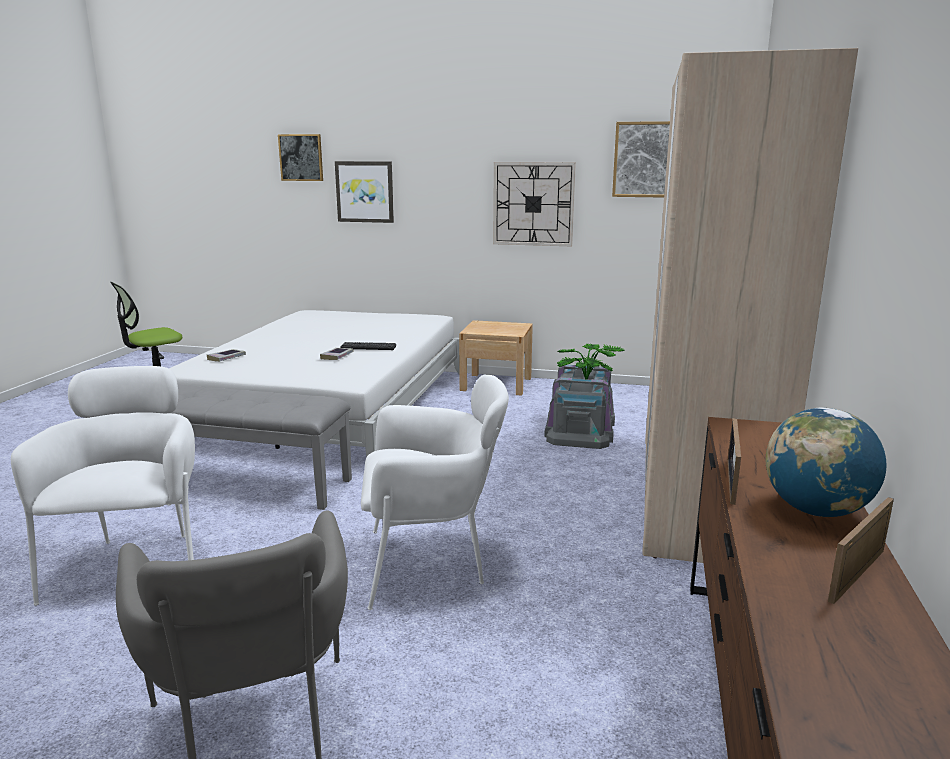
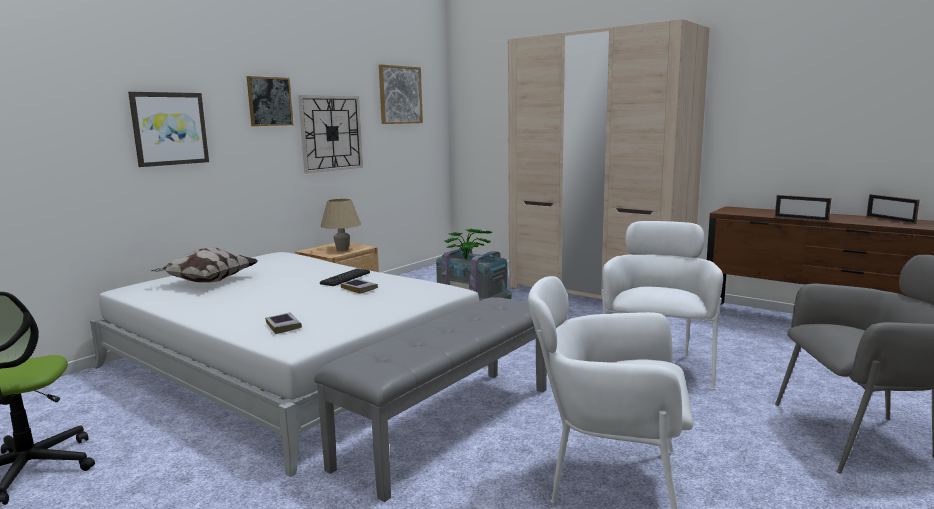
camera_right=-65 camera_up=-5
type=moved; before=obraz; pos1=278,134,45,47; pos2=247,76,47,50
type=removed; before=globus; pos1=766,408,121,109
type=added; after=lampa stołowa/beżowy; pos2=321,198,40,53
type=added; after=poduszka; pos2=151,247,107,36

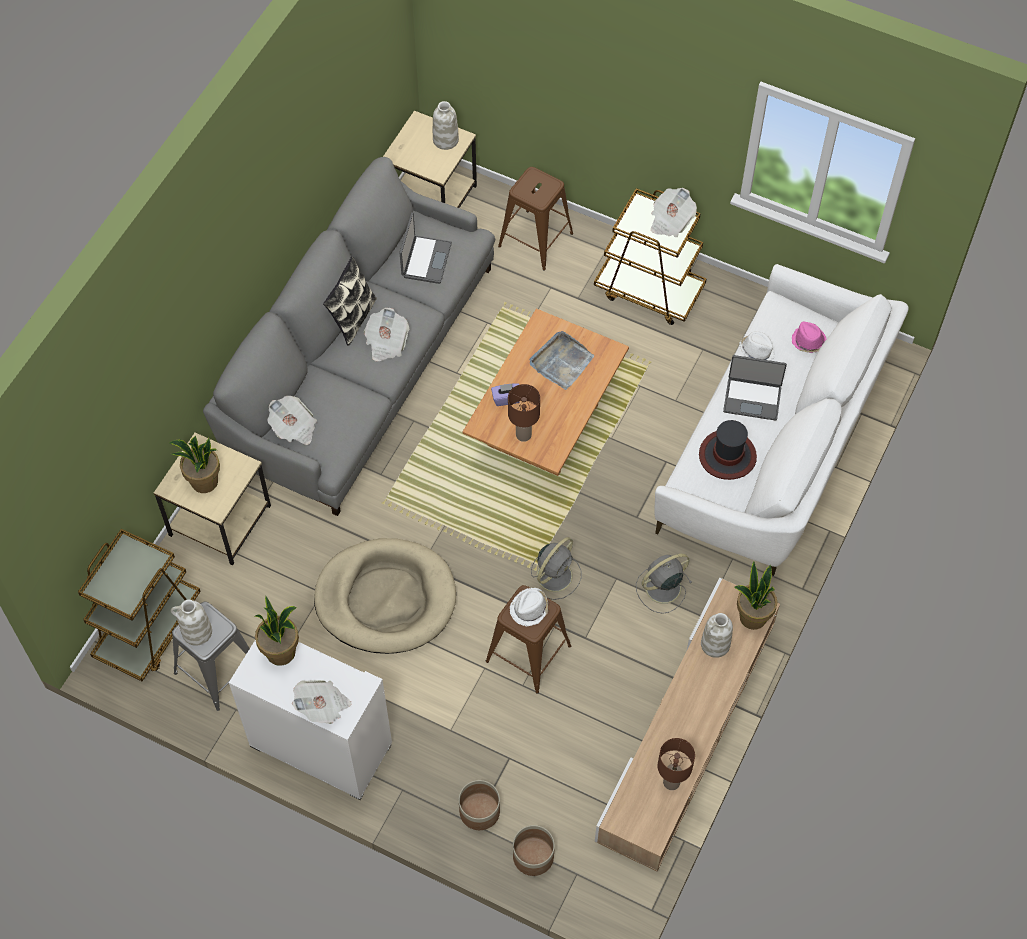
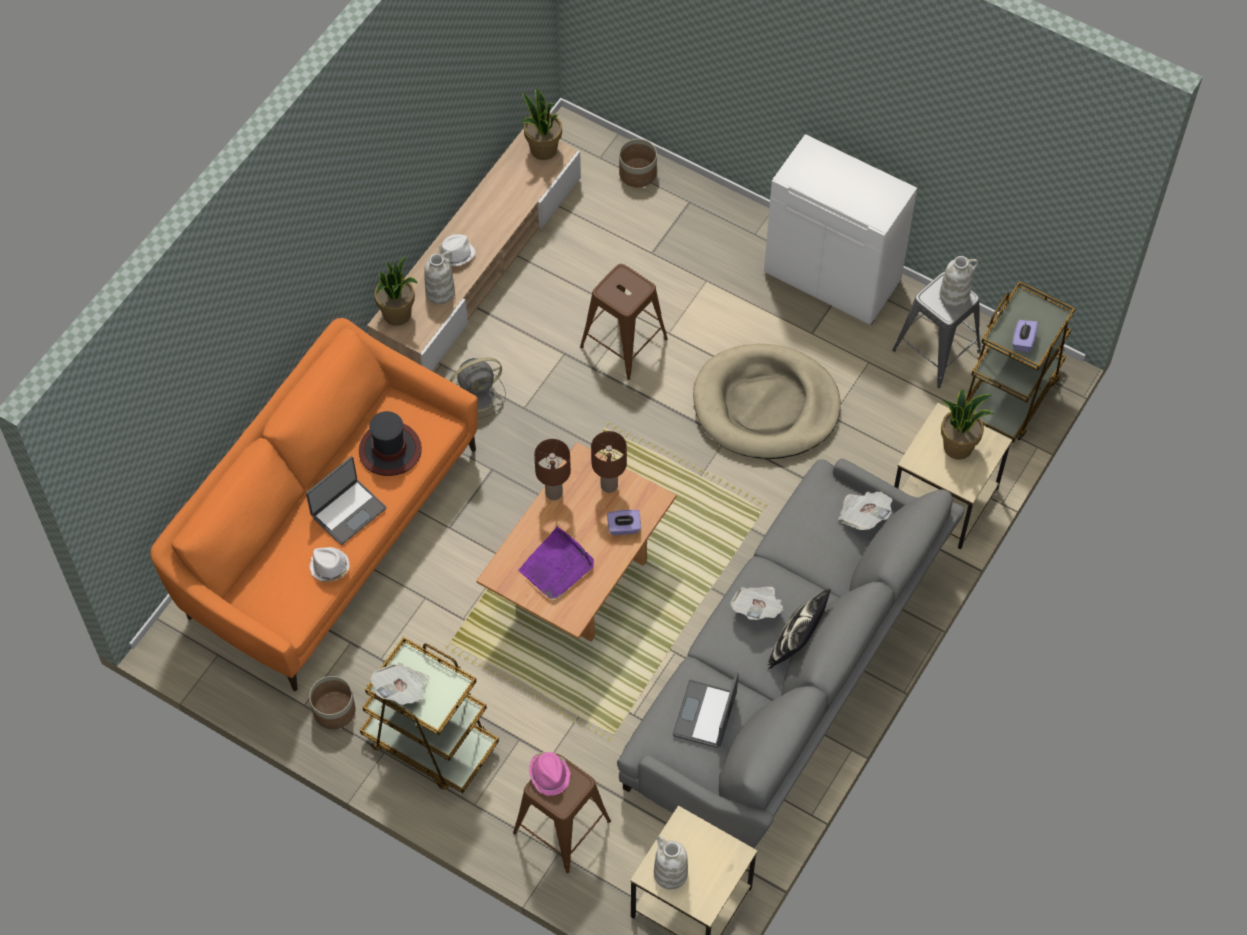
camera_right=-175 camera_up=0
type=recoloured; before=kanapa/biały; after=kanapa/pomarańczowy; pos1=654,264,255,312; pos2=150,318,328,373
type=moved; before=kapelusz/różowy; pos1=792,322,34,31; pos2=529,752,42,44
type=recoloured; before=taca/szary; after=taca/fioletowy; pos1=530,331,64,59; pos2=518,527,76,72
type=turned; before=laptop; pos1=723,355,64,66; pos2=306,456,81,89; turn=120
type=removed; before=wentylator/szary; pos1=531,537,50,63
type=moved; before=kapelusz/biały; pos1=510,588,38,39; pos2=438,234,37,32
type=moved; before=roślina doniczkowa; pos1=254,596,45,70; pos2=521,88,41,72
type=removed; before=gazeta; pos1=292,680,59,44
type=moved; before=lampa stołowa/brązowy; pos1=658,738,37,52; pos2=534,439,37,62
type=moved; before=donica; pos1=459,780,41,50; pos2=309,676,47,53
type=added; after=pudełko chusteczek/fioletowy; pos2=1012,320,26,33

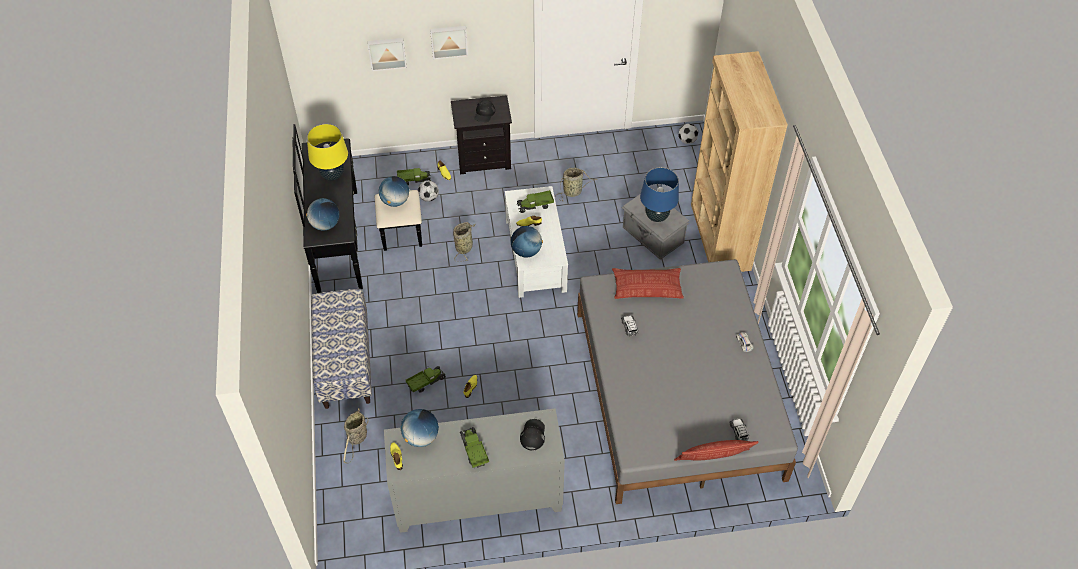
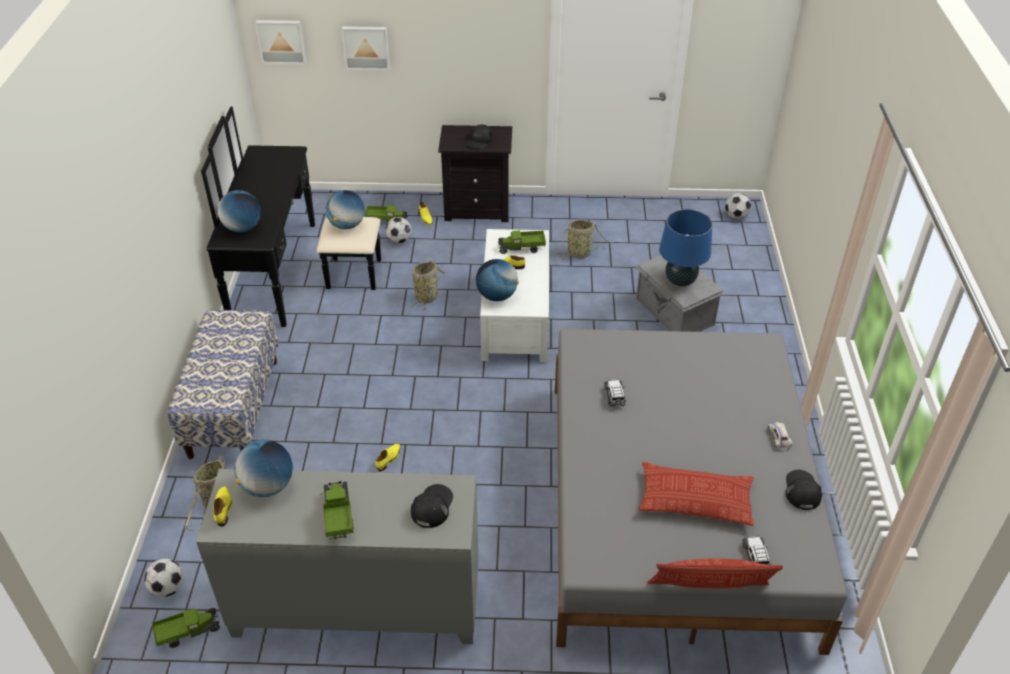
camera_right=10 camera_up=-10
type=moved; before=obraz; pos1=430,26,38,33; pos2=255,20,51,44
type=removed; before=regał/brązowy; pos1=691,51,97,221
type=removed; before=lampa stołowa/żółty; pos1=307,124,41,57
type=moved; before=poduszka; pos1=612,268,72,31; pos2=639,462,115,64
type=moved; before=ciężarówka zabawkowa; pos1=406,366,40,27; pos2=152,608,69,40
type=added; after=czapka z daszkiem/czarny; pos2=786,470,36,40
type=added; after=piłka futbolowa; pos2=144,559,40,38

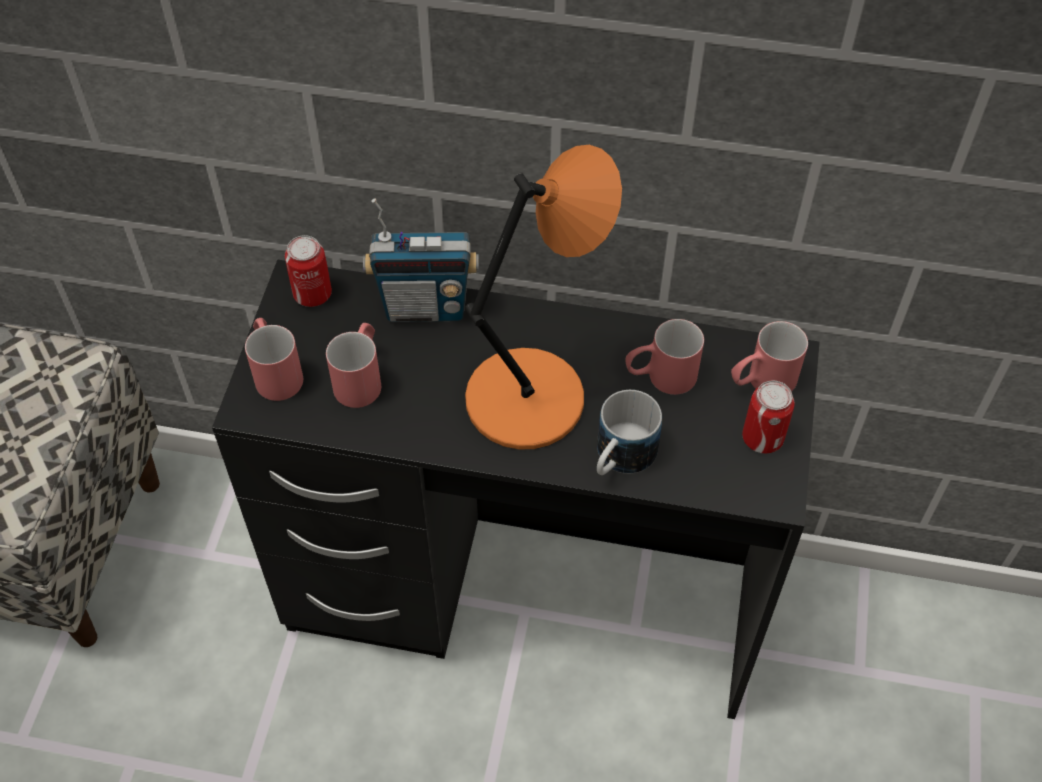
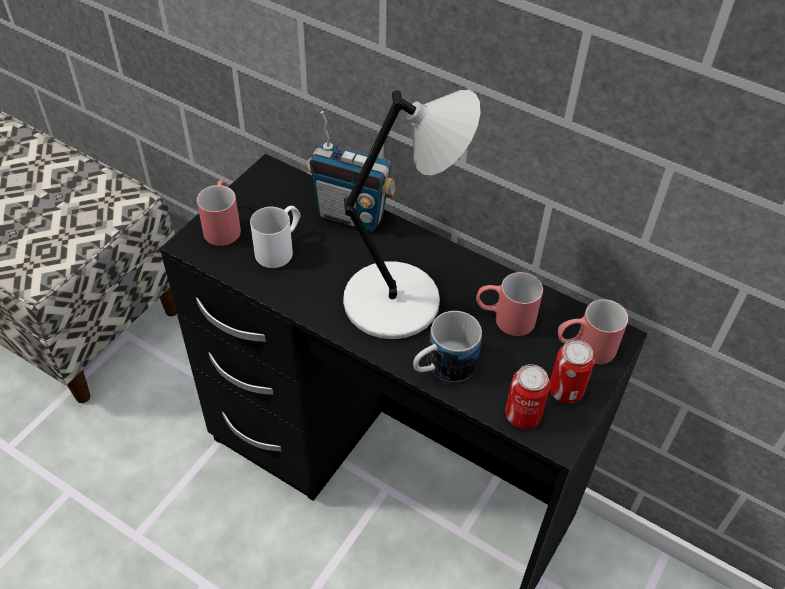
camera_right=20 camera_up=-5
type=recoloured; before=lampa stołowa/pomarańczowy; after=lampa stołowa/szary; pos1=465,145,157,305; pos2=343,90,137,249
type=moved; before=puszka; pos1=285,235,47,72; pos2=505,364,45,65
type=recoloured; before=kubek/czerwony; after=kubek/biały; pos1=326,323,55,85; pos2=250,206,51,62

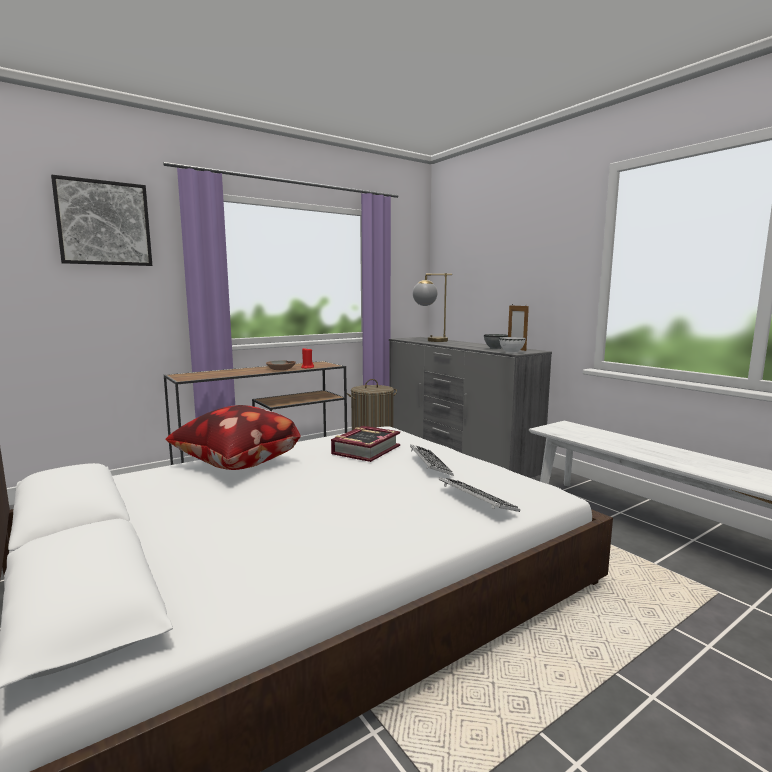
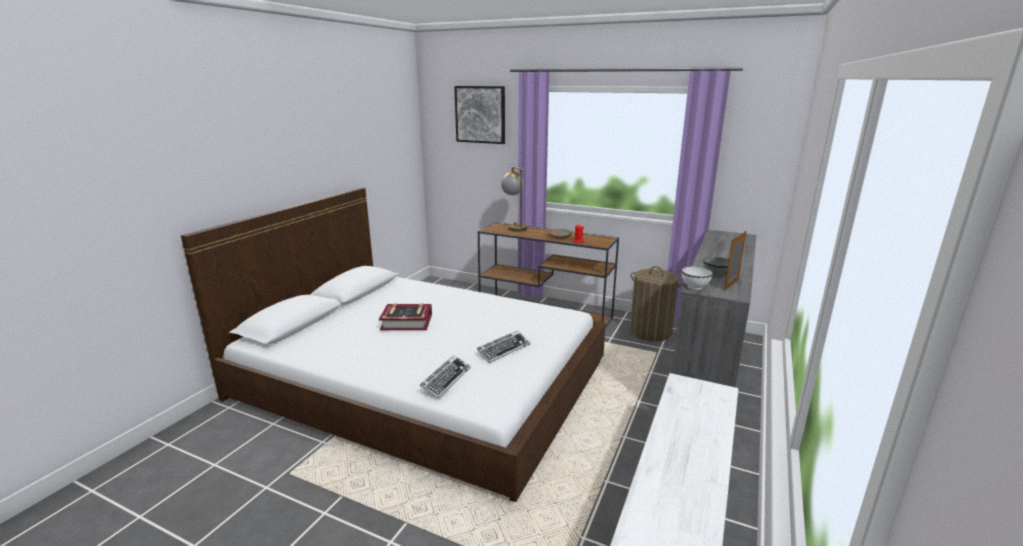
camera_right=60 camera_up=10
type=moved; before=lampa stołowa; pos1=413,273,39,69; pos2=501,166,26,66
type=removed; before=poduszka; pos1=166,405,135,65
type=moved; before=książka; pos1=331,426,69,36; pos2=379,303,53,27

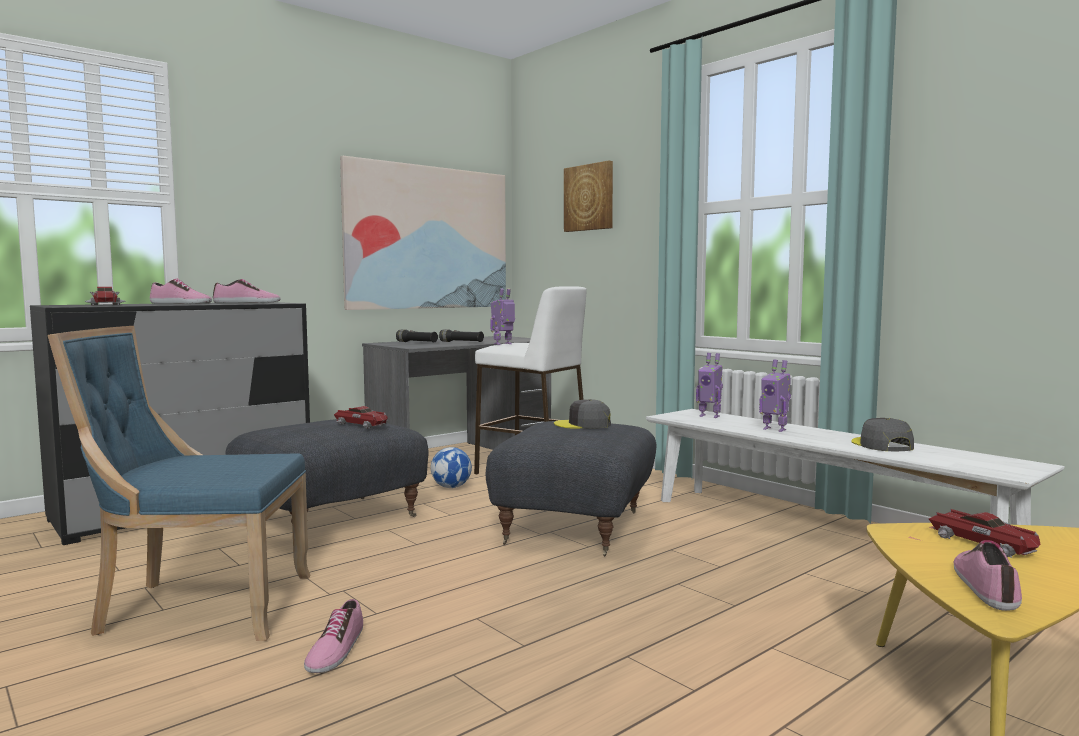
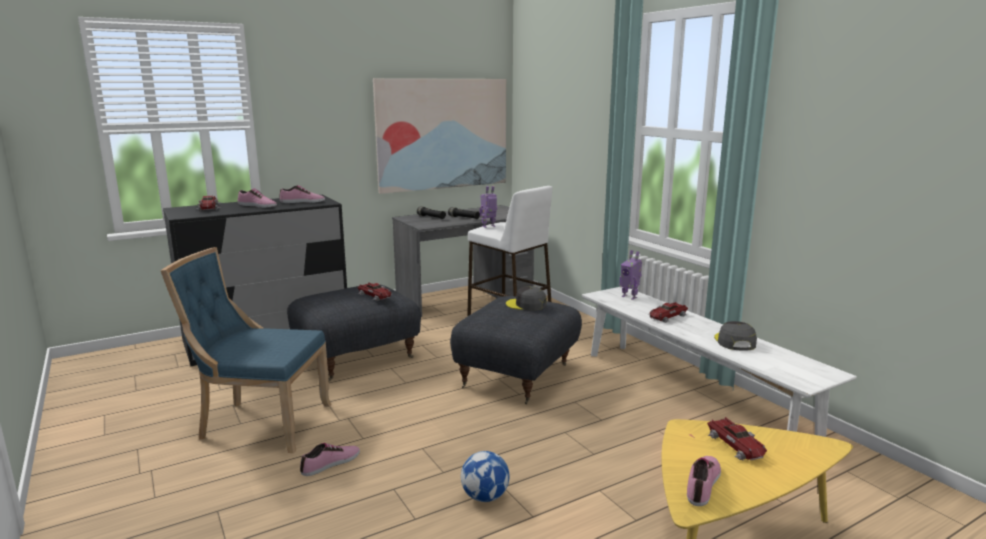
camera_right=10 camera_up=10
type=removed; before=obraz; pos1=564,161,49,71
type=replaced; before=robot zabawkowy; after=samochodzik; pos1=759,360,32,72; pos2=649,302,39,21
type=moved; before=piłka futbolowa; pos1=431,447,41,41; pos2=461,451,48,51
type=turned; before=but; pos1=304,599,59,74; pos2=300,443,60,33; turn=-150

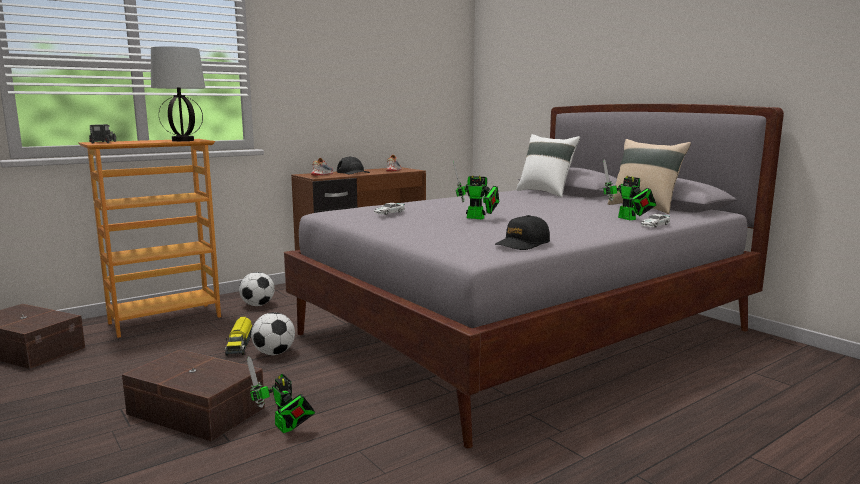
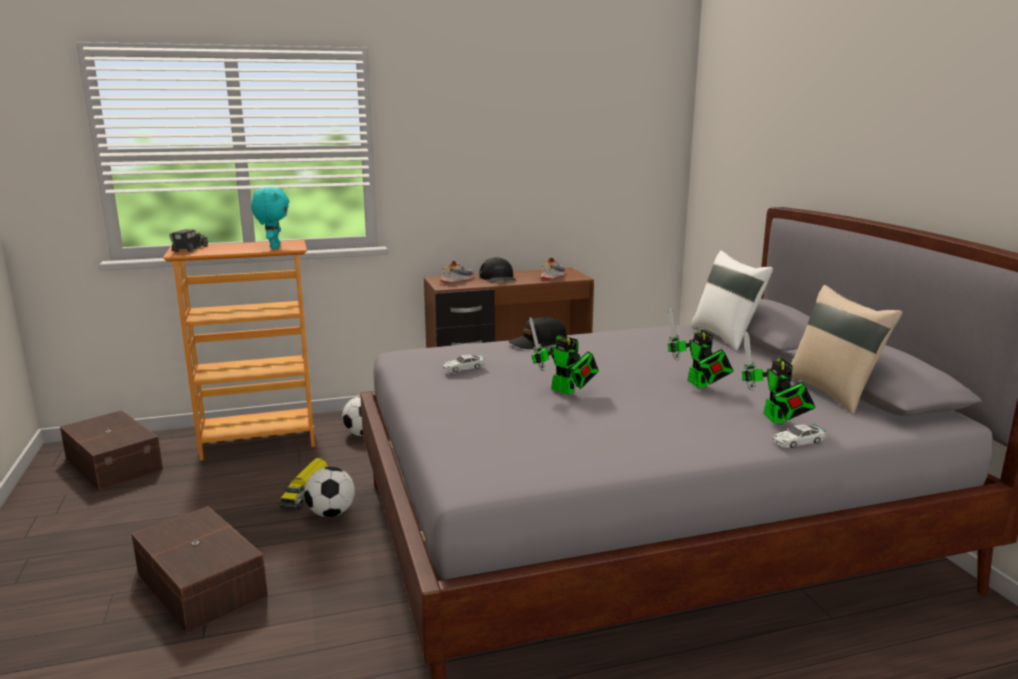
camera_right=20 camera_up=5
type=replaced; before=lampa stołowa; after=pluszak/turkusowy; pos1=151,46,54,95; pos2=251,187,39,62
type=moved; before=czapka z daszkiem/czarny; pos1=495,215,55,35; pos2=508,317,59,32
type=moved; before=robot zabawkowy; pos1=247,356,68,77; pos2=668,307,65,81

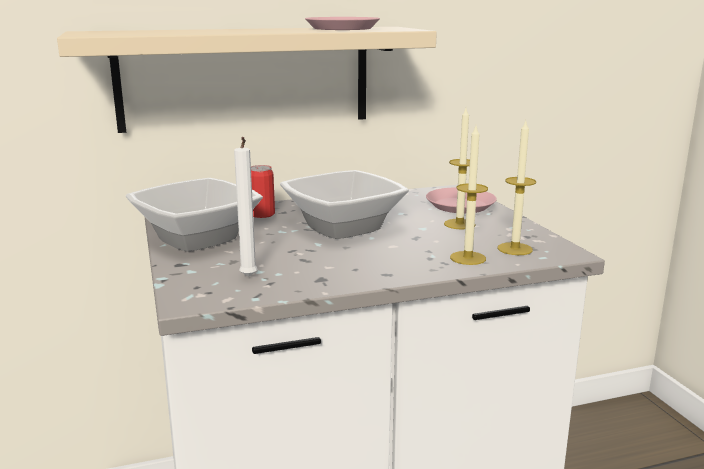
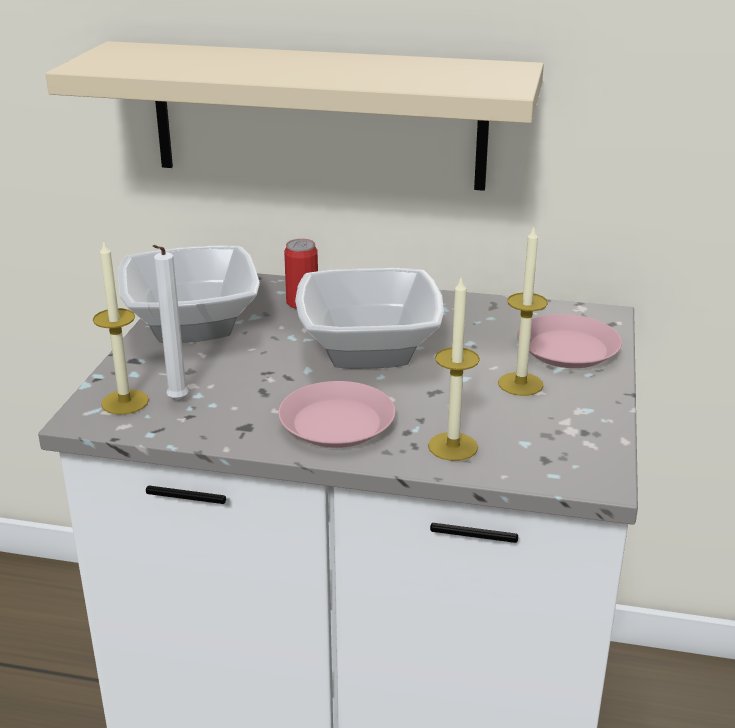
camera_right=30 camera_up=10
type=moved; before=talerz/różowy; pos1=305,17,75,13; pos2=278,381,117,67
type=moved; before=świeca; pos1=498,121,38,134; pos2=93,240,56,174

